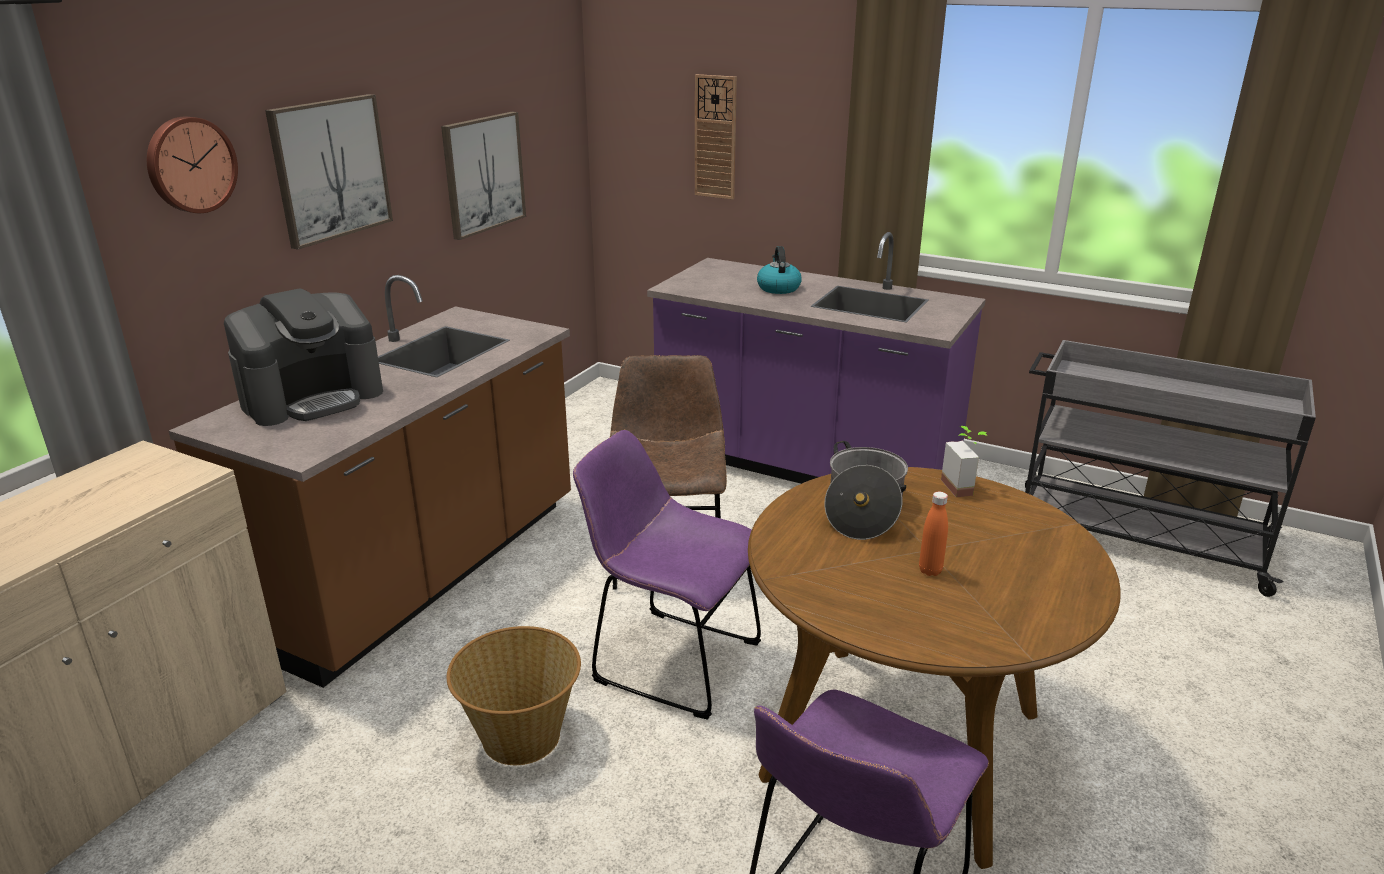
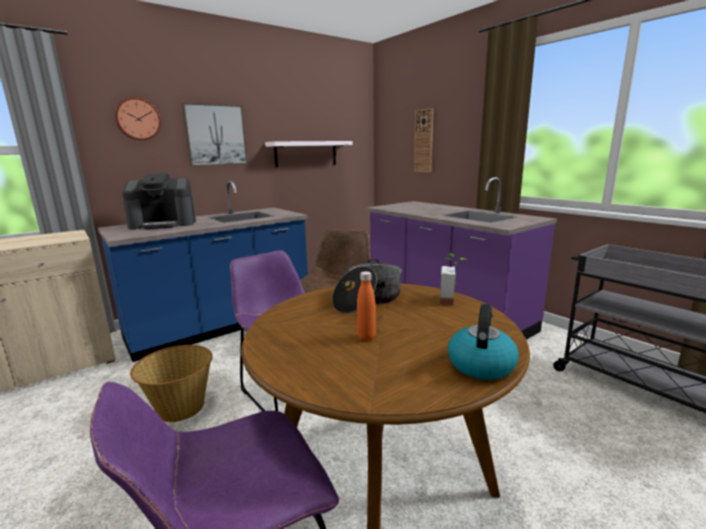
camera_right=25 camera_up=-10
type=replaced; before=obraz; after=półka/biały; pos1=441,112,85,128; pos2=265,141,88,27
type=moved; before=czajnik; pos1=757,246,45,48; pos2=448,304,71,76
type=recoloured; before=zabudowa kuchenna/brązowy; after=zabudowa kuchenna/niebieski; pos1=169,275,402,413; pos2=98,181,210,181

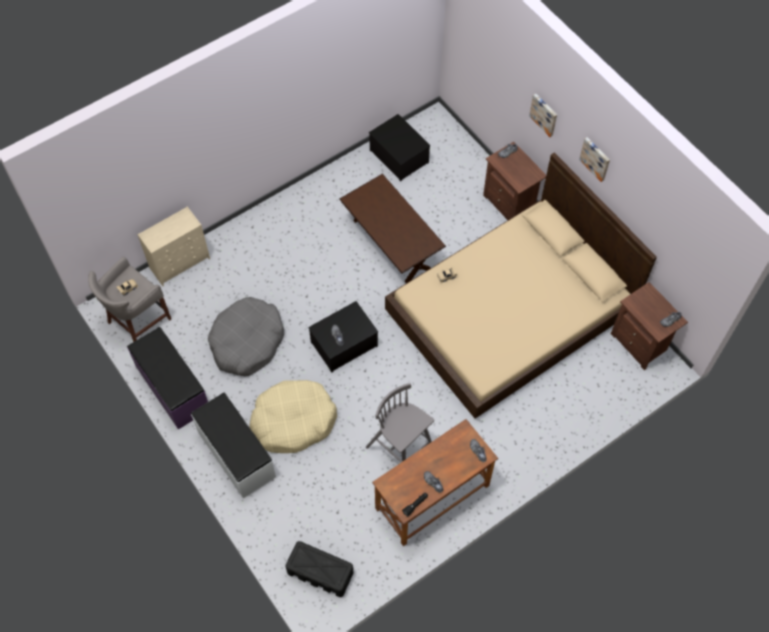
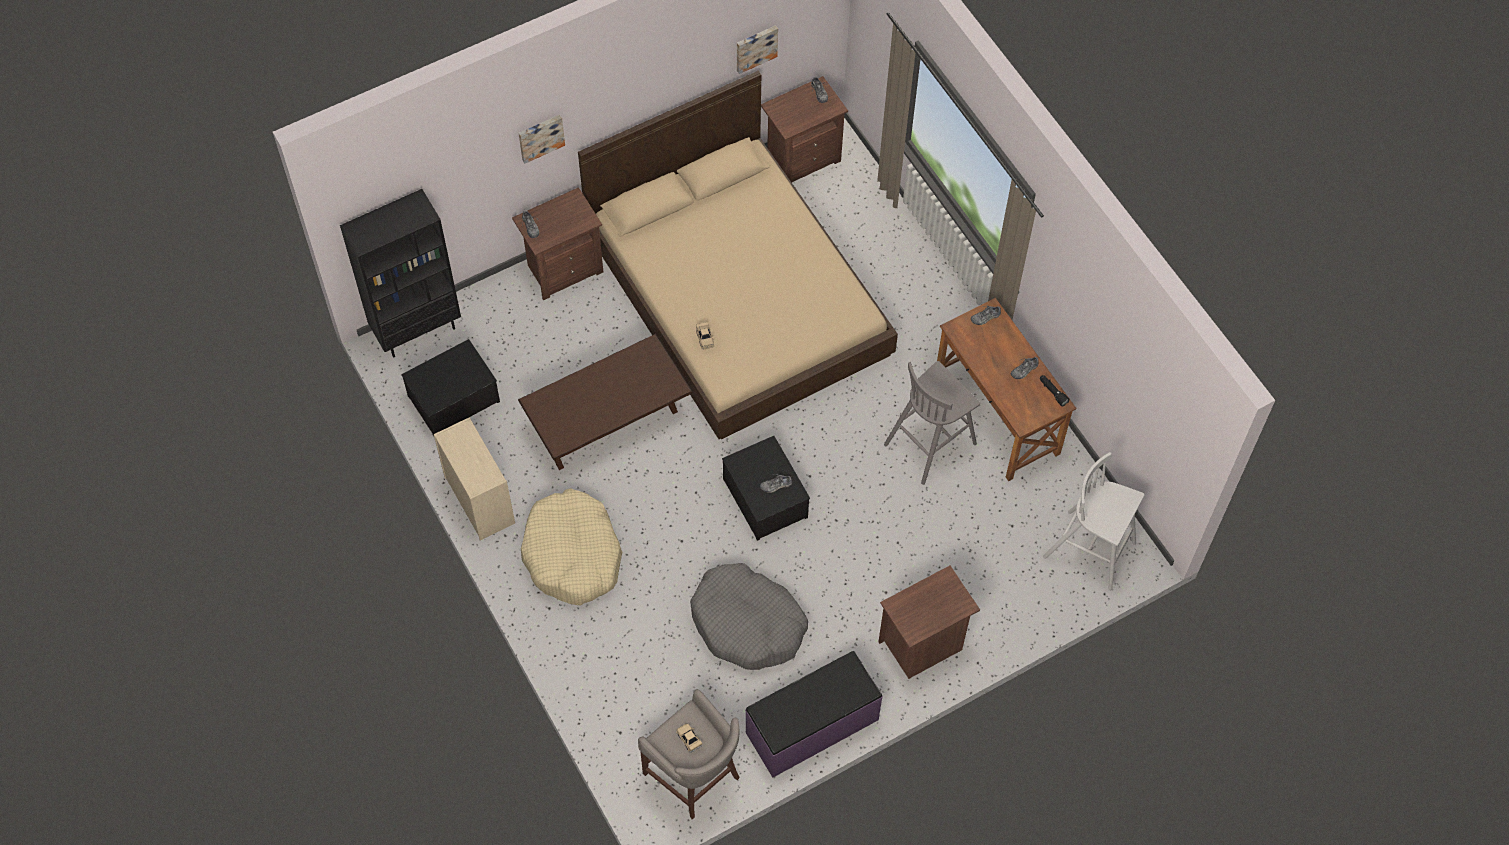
camera_right=-85 camera_up=0
type=moved; before=obraz; pos1=579,137,31,45; pos2=737,25,41,49
type=moved; before=komoda/beżowy; pos1=137,207,73,79; pos2=434,417,81,123
type=moved; before=legowisko/beżowy; pos1=249,380,88,73; pos2=521,488,101,118
type=replaced; before=ławka/biały; after=szafka nocna/brązowy; pos1=191,392,85,107; pos2=878,566,102,113
type=replaced; before=pojemnik do przechowywania/czarny; after=stołek/biały; pos1=286,541,68,56; pos2=1043,452,101,139
type=added; after=regał/czarny; pos2=340,189,121,169

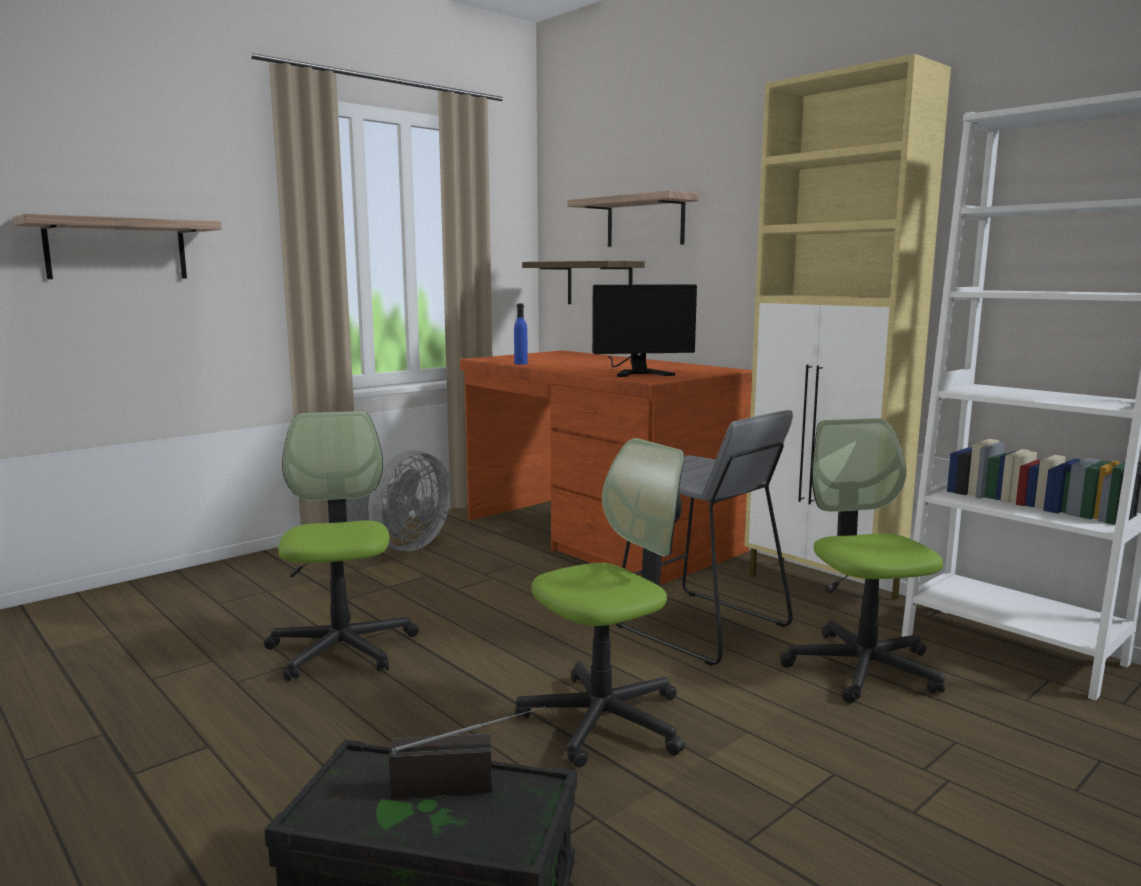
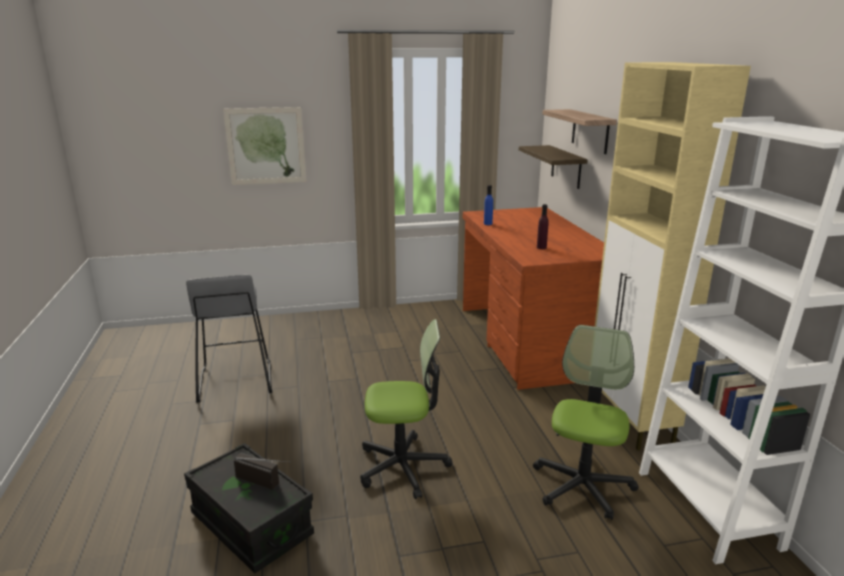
camera_right=30 camera_up=10
type=replaced; before=półka; after=obraz; pos1=12,214,210,65; pos2=223,107,84,78
type=replaced; before=monitor; after=butelka/fioletowy; pos1=592,285,105,92; pos2=537,204,12,45
type=moved; before=stołek/szary; pos1=616,410,177,256; pos2=186,274,86,129
type=removed; before=krzesło biurowe; pos1=264,411,155,270
type=removed; before=wentylator/szary; pos1=346,450,105,101

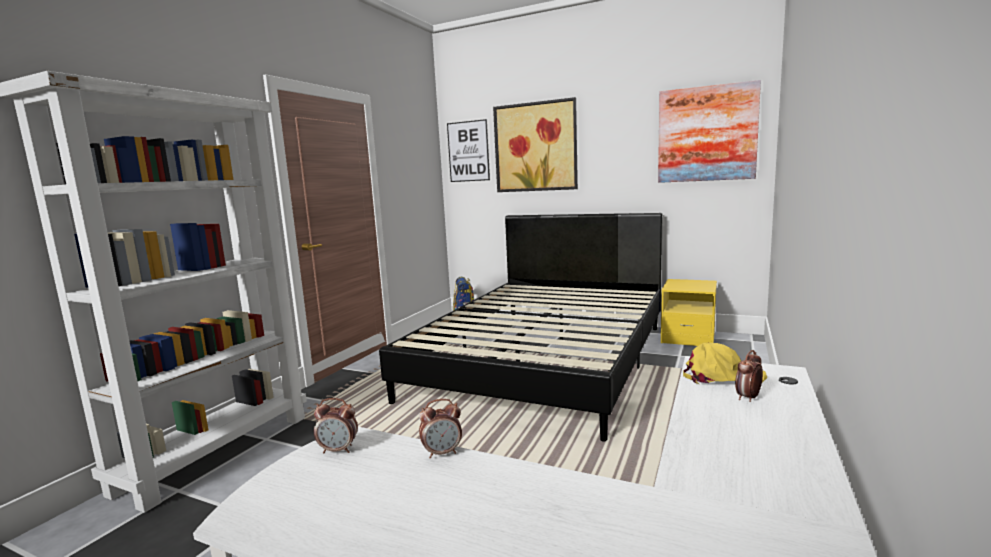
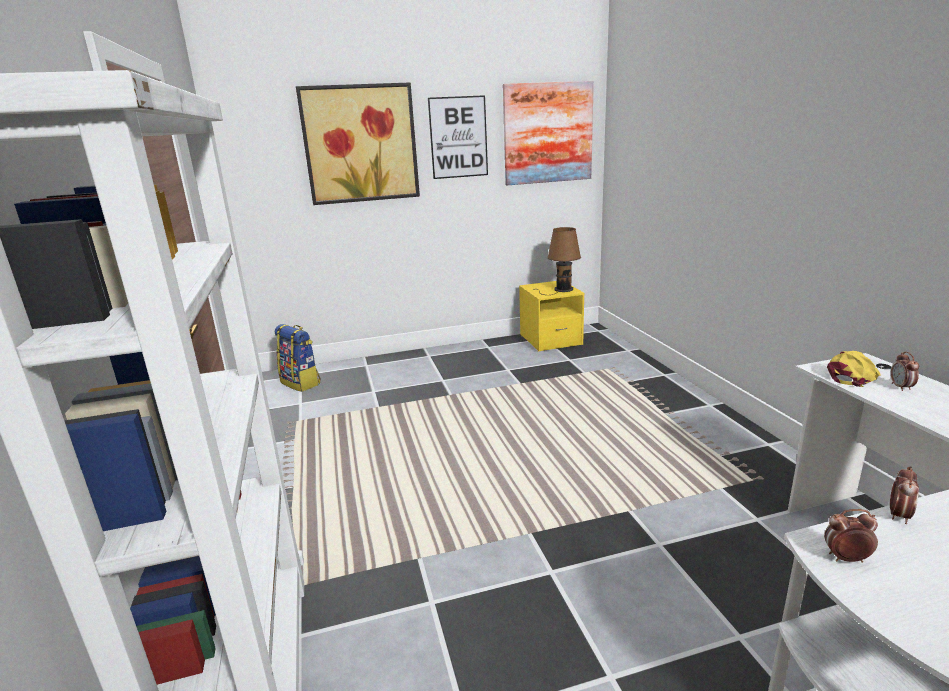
camera_right=-40 camera_up=10
type=moved; before=obraz; pos1=447,119,43,63; pos2=428,95,60,84
type=removed; before=łóżko/czarny; pos1=379,213,284,229
type=turned; before=budzik; pos1=314,398,44,55; pos2=824,509,54,54; turn=-135
type=added; after=lampa stołowa/brązowy; pos2=533,227,48,68

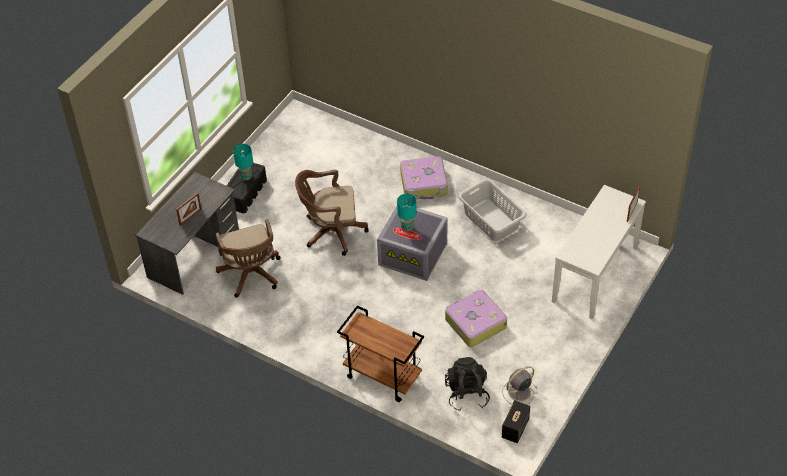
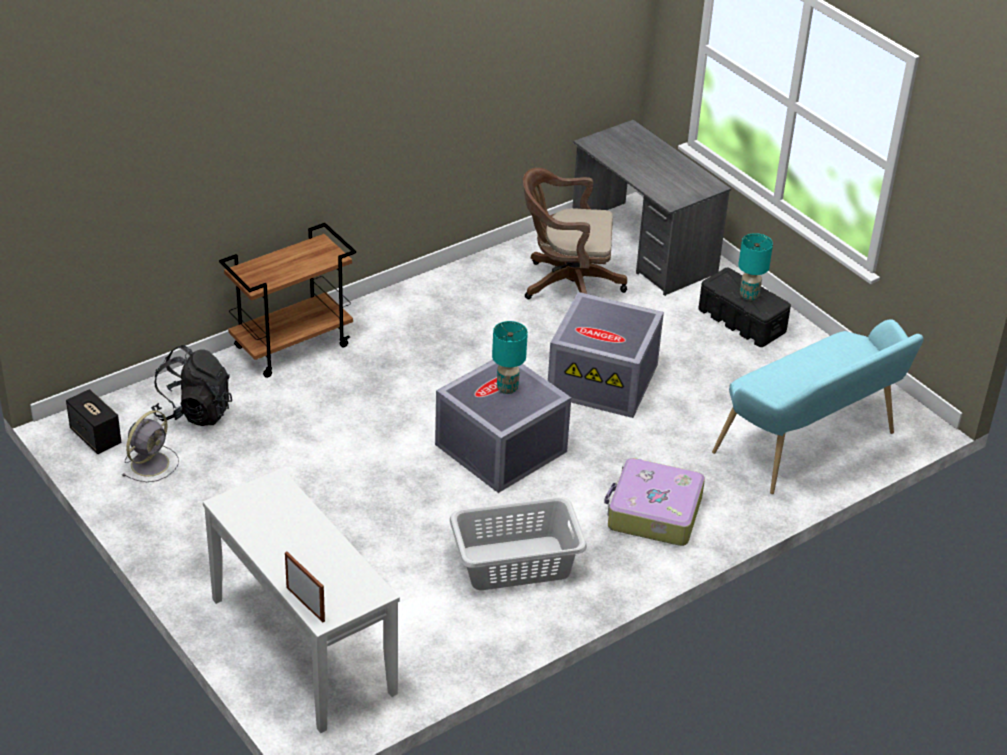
camera_right=110 camera_up=-10
type=replaced; before=krzesło biurowe/brązowy; after=pojemnik do przechowywania/szary; pos1=295,170,74,86; pos2=548,292,116,126
type=removed; before=ramka na zdjęcie; pos1=176,193,25,32
type=removed; before=walizka; pos1=445,290,62,57
type=turned; before=wentylator/szary; pos1=502,366,35,39; pos2=122,410,57,72; turn=45
type=added; after=ławka/turkusowy; pos2=712,319,212,175

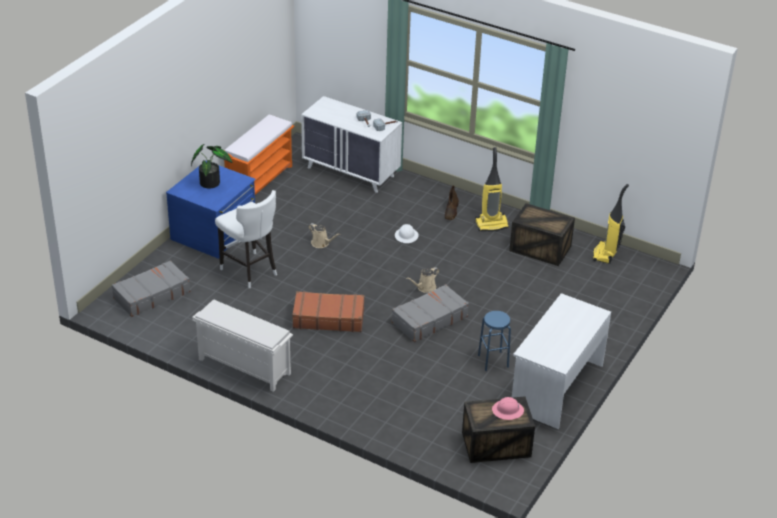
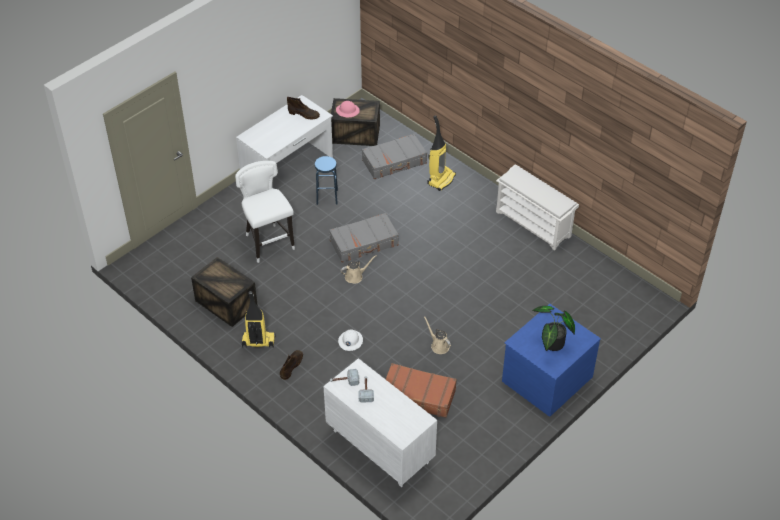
camera_right=-165 camera_up=10
type=removed; before=ławka/pomarańczowy; pos1=224,114,70,81
type=moved; before=odkurzacz; pos1=593,184,36,80; pos2=427,115,29,76
type=moved; before=stołek/biały; pos1=215,190,62,98; pos2=235,161,60,102
type=moved; before=walizka/szary; pos1=112,260,78,57; pos2=362,134,65,45
type=moved; before=walizka/brązowy; pos1=292,291,72,41; pos2=386,363,71,55
type=added; after=but z cholewką/brązowy; pos2=287,97,33,22

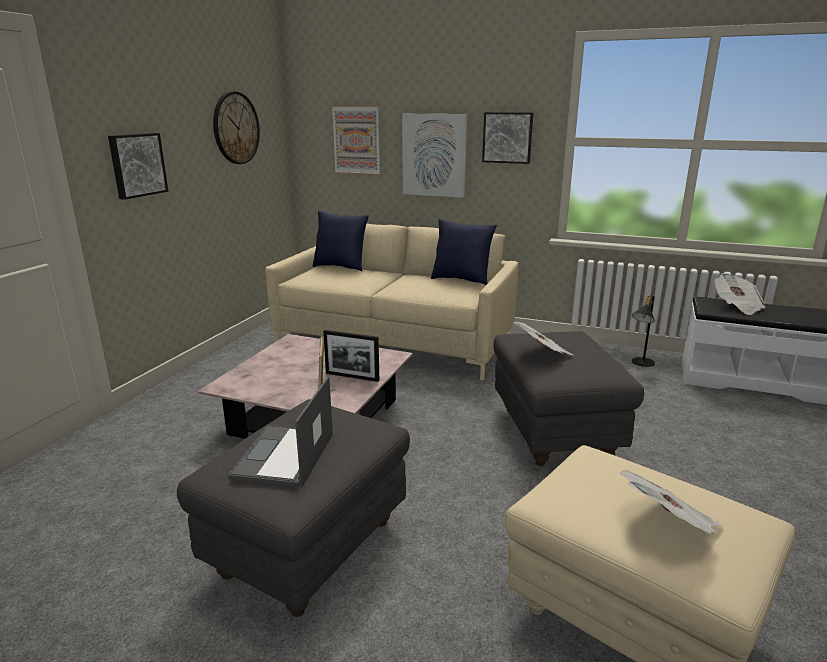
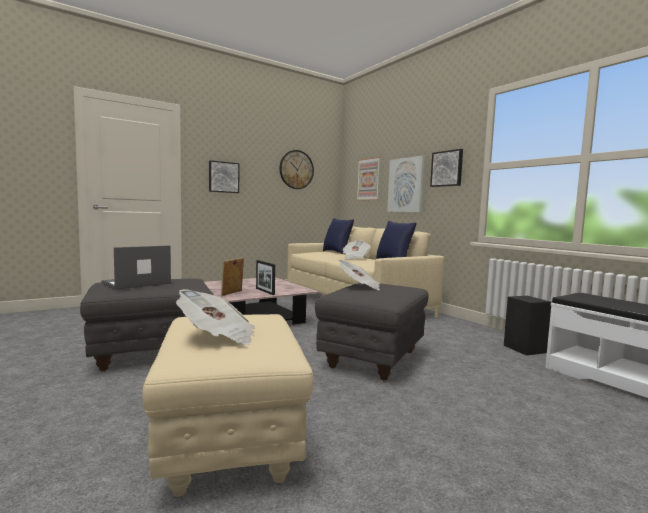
camera_right=35 camera_up=-15
type=moved; before=gazeta; pos1=714,273,51,42; pos2=343,240,28,19
type=replaced; before=lampa stołowa/czarny; after=głośnik/czarny; pos1=632,295,23,72; pos2=504,296,48,60

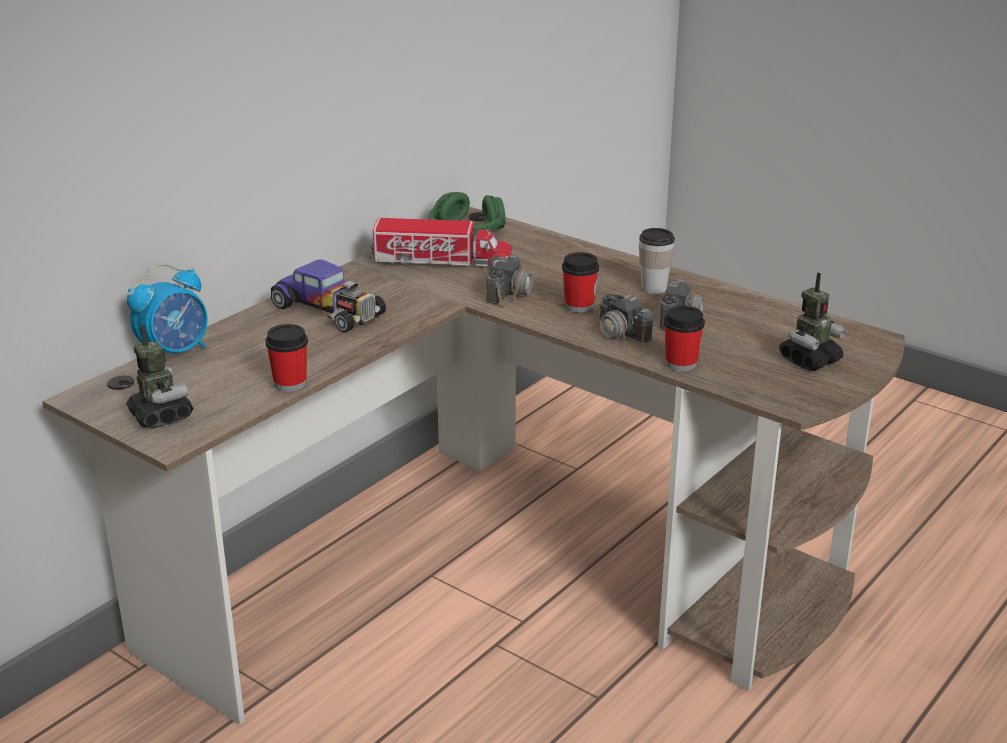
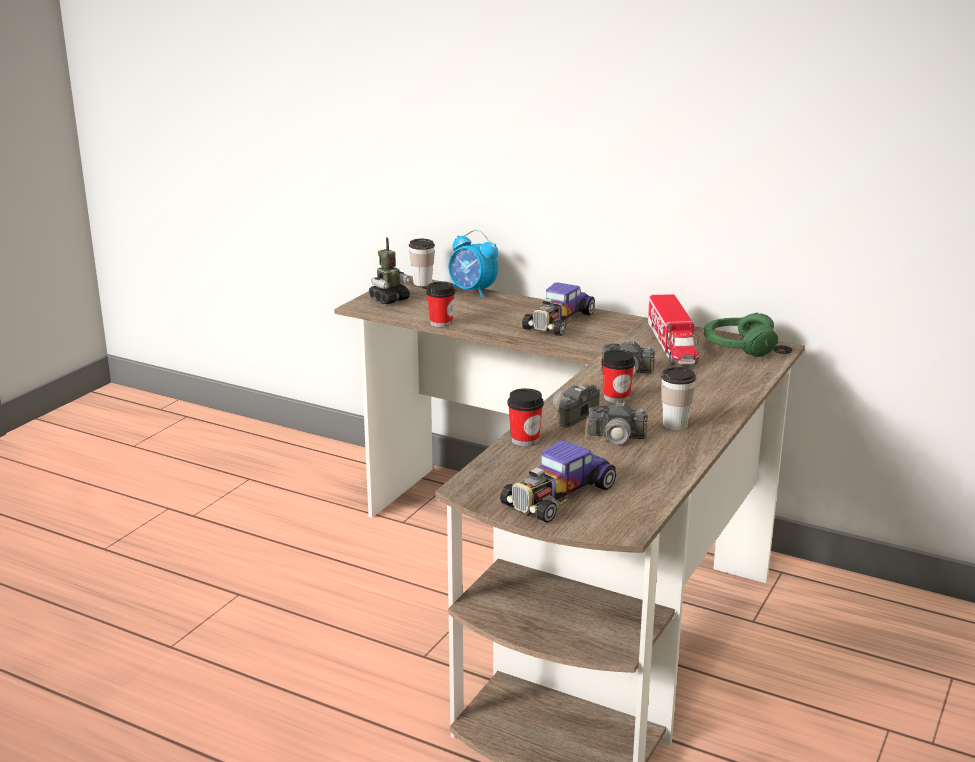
camera_right=80 camera_up=-5
type=replaced; before=robot zabawkowy; after=samochodzik; pos1=779,272,68,99; pos2=500,441,116,82
type=added; after=filiżanka; pos2=409,239,26,47

